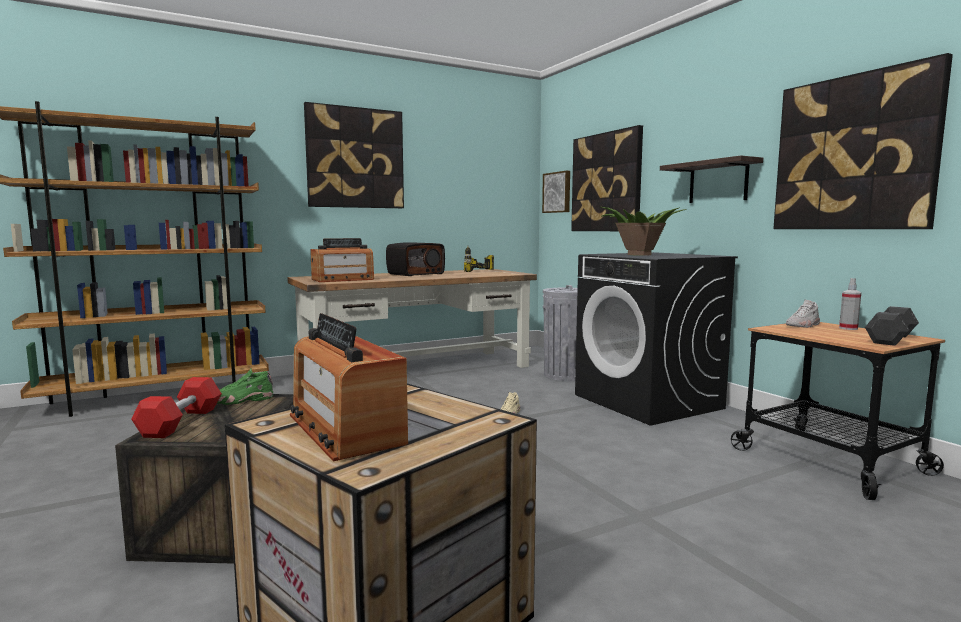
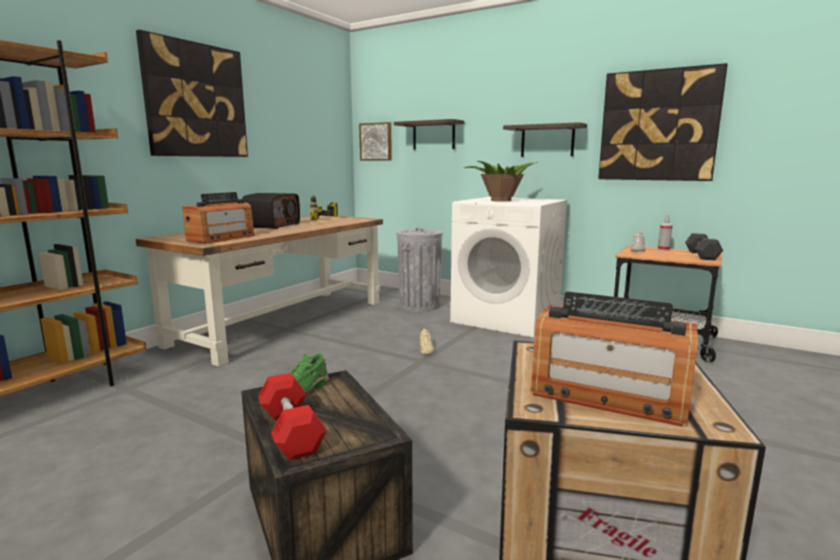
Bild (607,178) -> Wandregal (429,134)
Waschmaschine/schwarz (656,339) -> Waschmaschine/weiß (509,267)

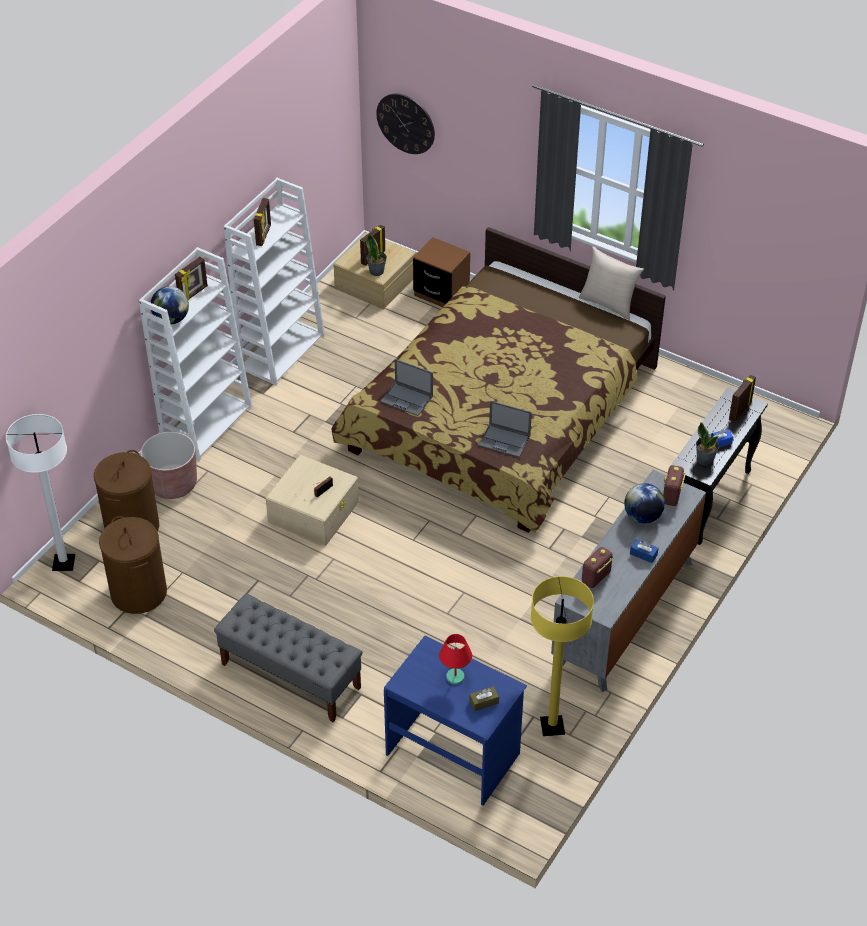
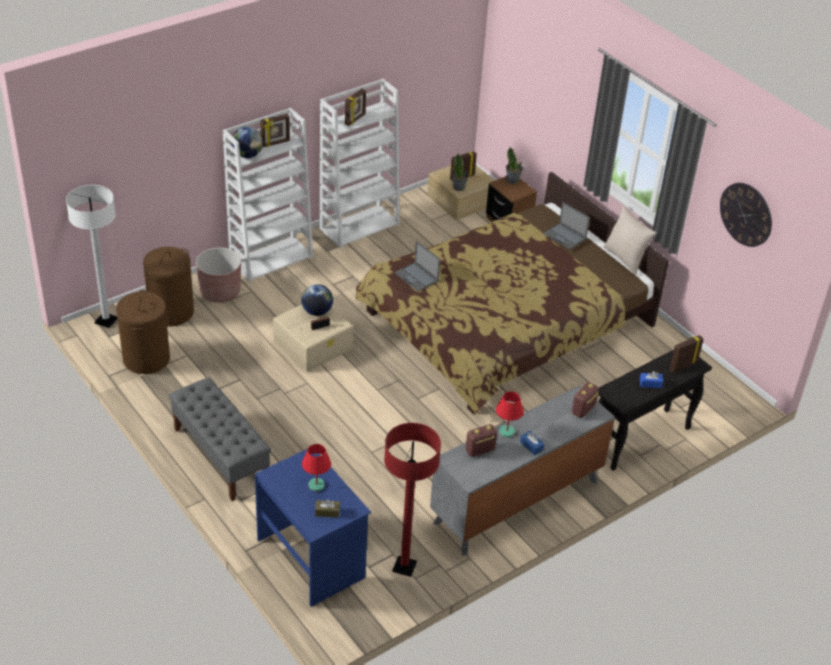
Globus (644,503) -> Globus (317,300), relocated
Stehlampe/gelb (562,656) -> Stehlampe/rot (412,500)
none -> Tischlampe/rot (510,415)
Topfpflanze (707,444) -> Topfpflanze (514,165), relocated
Laptop (505,429) -> Laptop (566,226), relocated
Wanduhr (405,124) -> Wanduhr (746,215), relocated

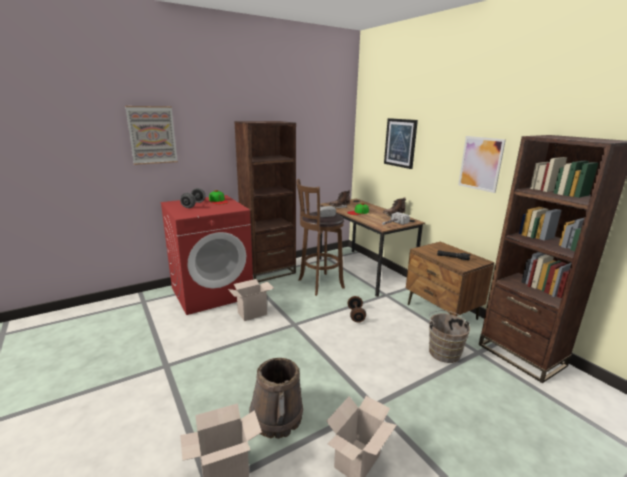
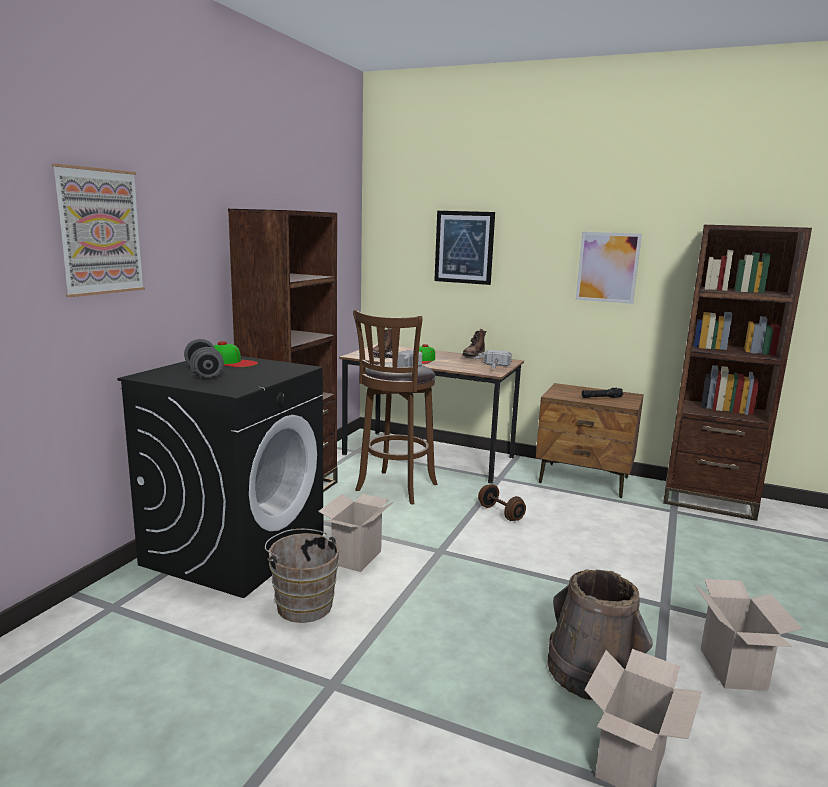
Waschmaschine/rot (207,255) -> Waschmaschine/schwarz (220,477)
Eimer/braun (449,336) -> Eimer/braun (302,576), relocated

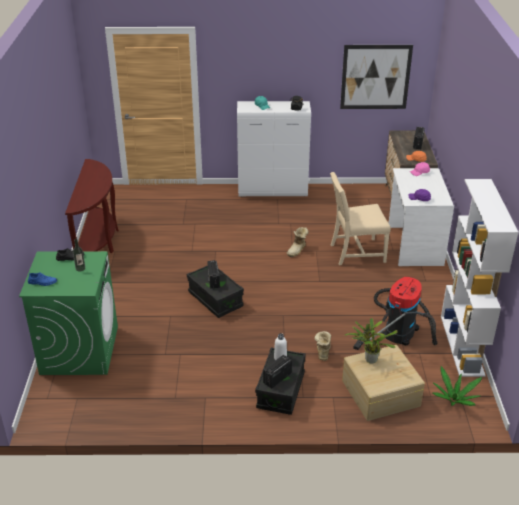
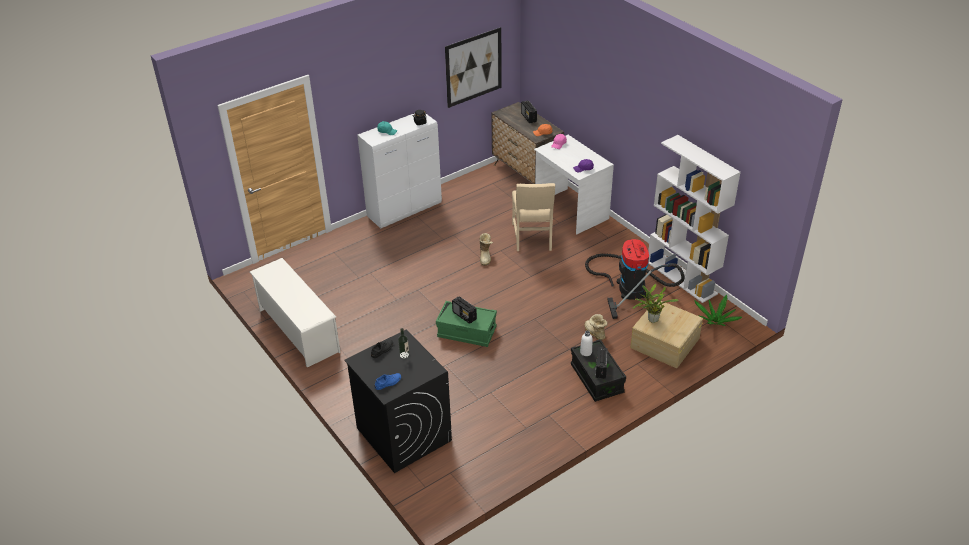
Konsolentisch/braun (92,206) -> Schuhregal/weiß (295,312)
Waschmaschine/grün (68,313) -> Waschmaschine/schwarz (398,401)
Aufbewahrungsbox/schwarz (215,291) -> Aufbewahrungsbox/grün (466,324)
Stuhl/beige (360,218) -> Stuhl/beige (533,217), 45 degrees counterclockwise

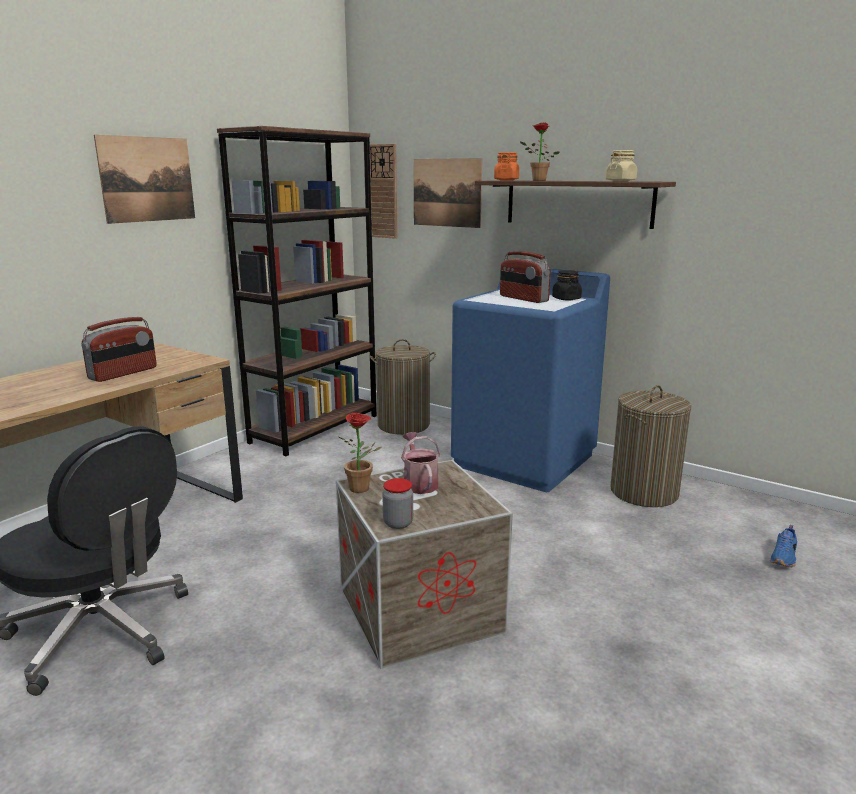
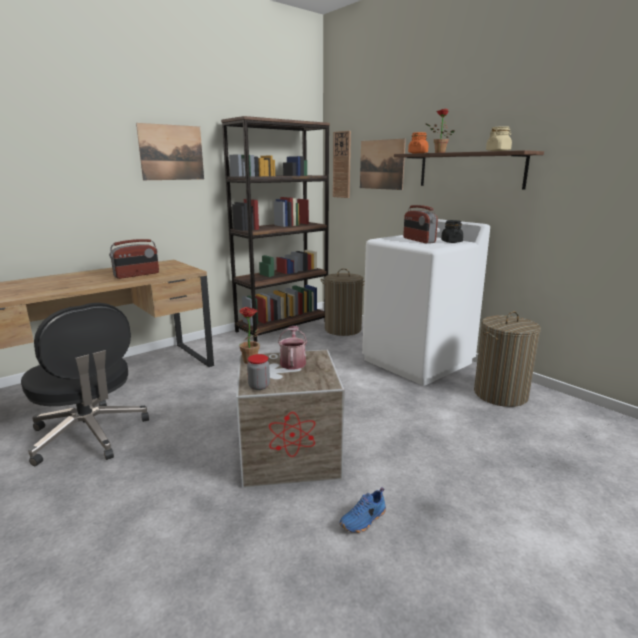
Schuh/blau (783,546) -> Schuh/blau (362,510), relocated
Waschmaschine/blau (530,380) -> Waschmaschine/weiß (426,302)

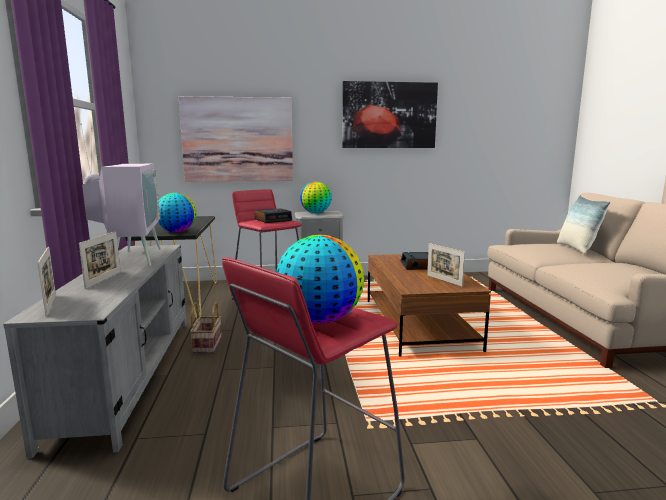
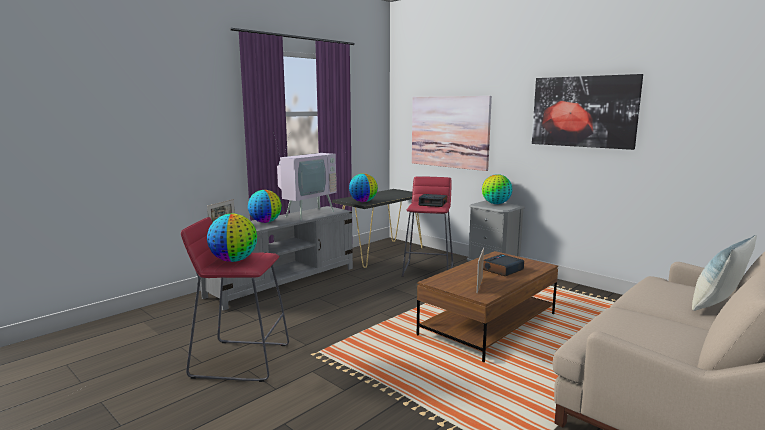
Bilderrahmen (100,260) -> Globus (265,206)
Korb (206,327) -> none

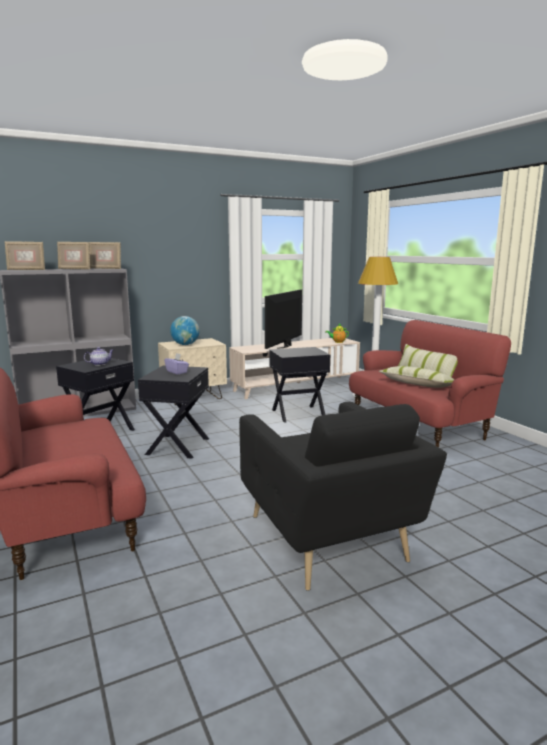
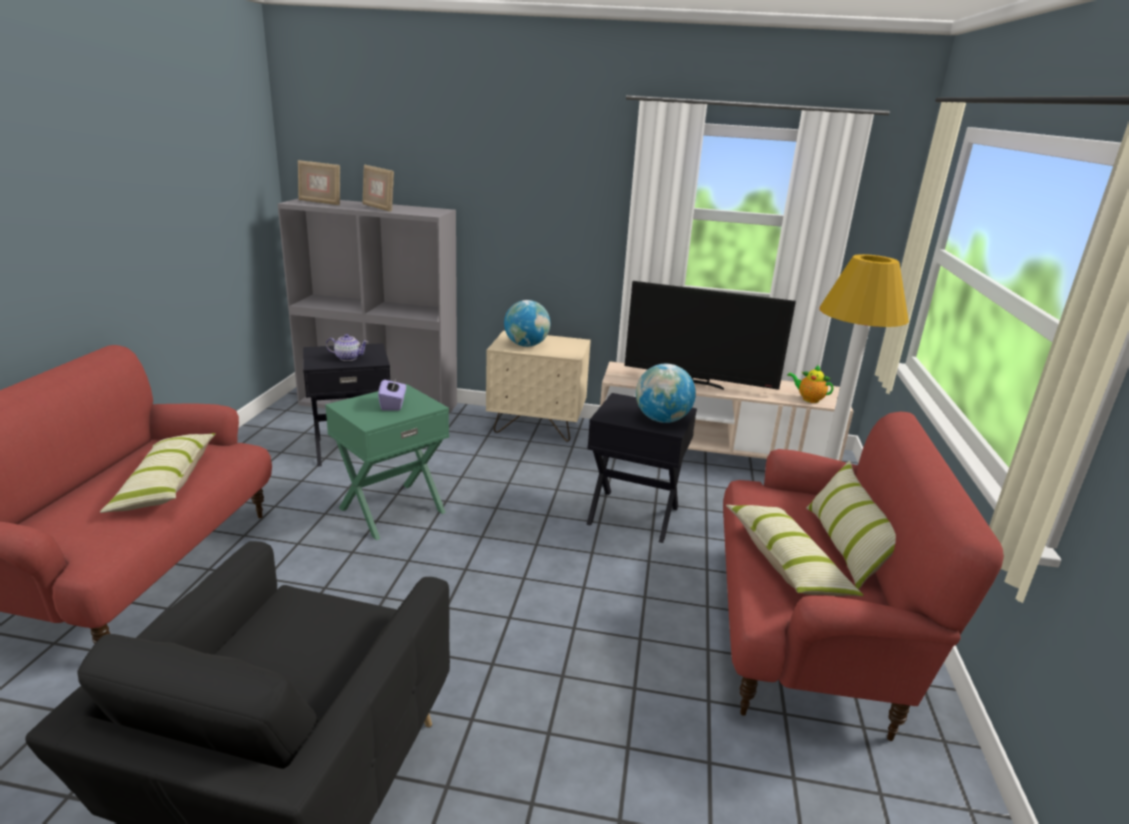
none -> Kissen (157,473)
Beistelltisch/schwarz (173,412) -> Beistelltisch/grün (387,462)
Fernseher (283,319) -> Fernseher (710,335), 135 degrees counterclockwise
none -> Globus (666,393)
Bilderrahmen (105,255) -> none

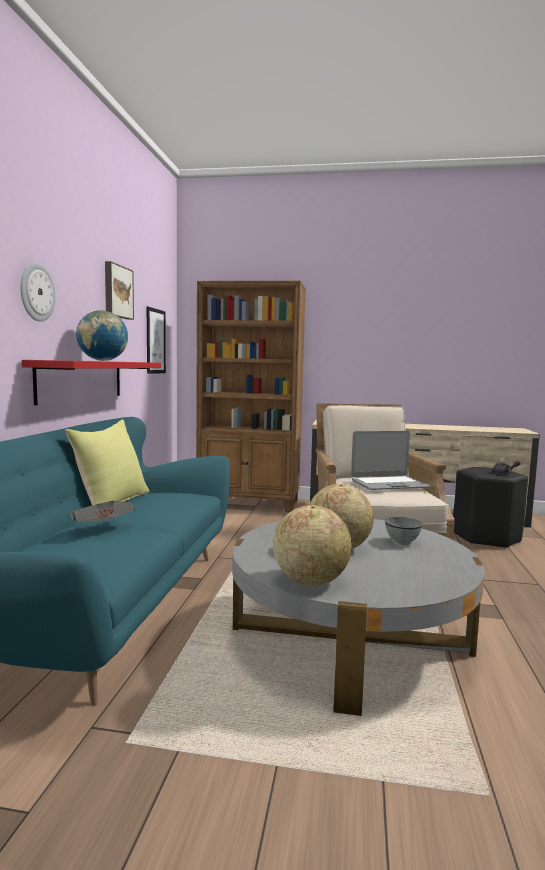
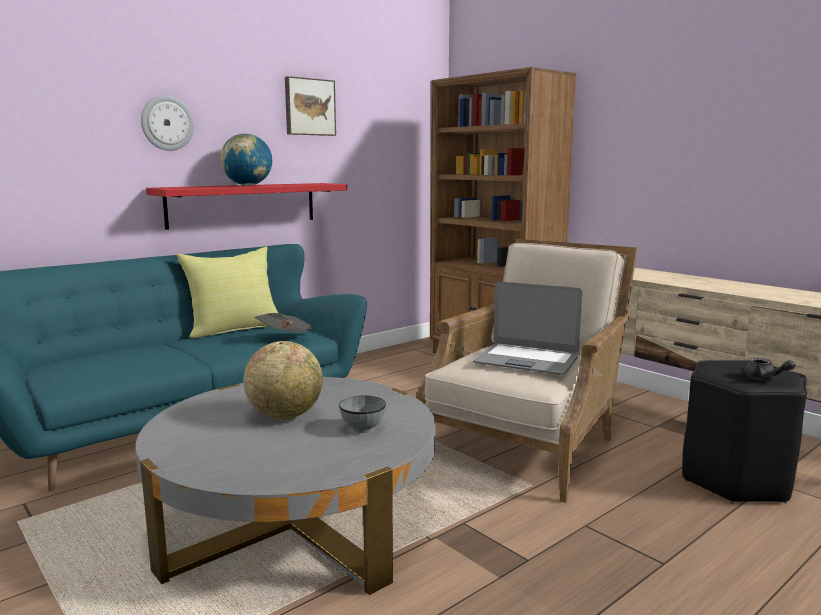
Zeitung (102,511) -> Zeitung (282,322), relocated
Bild (156,340) -> none
Globus (312,545) -> none

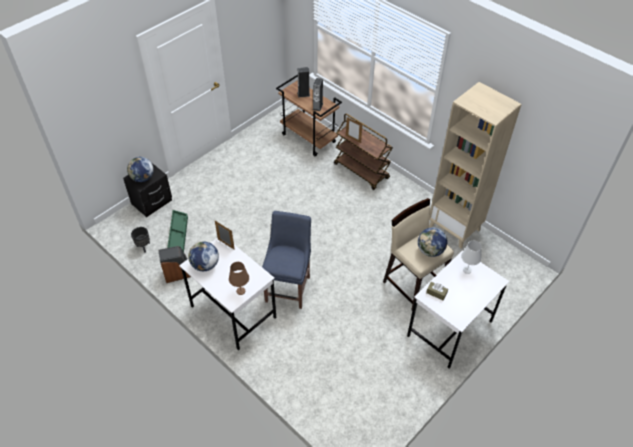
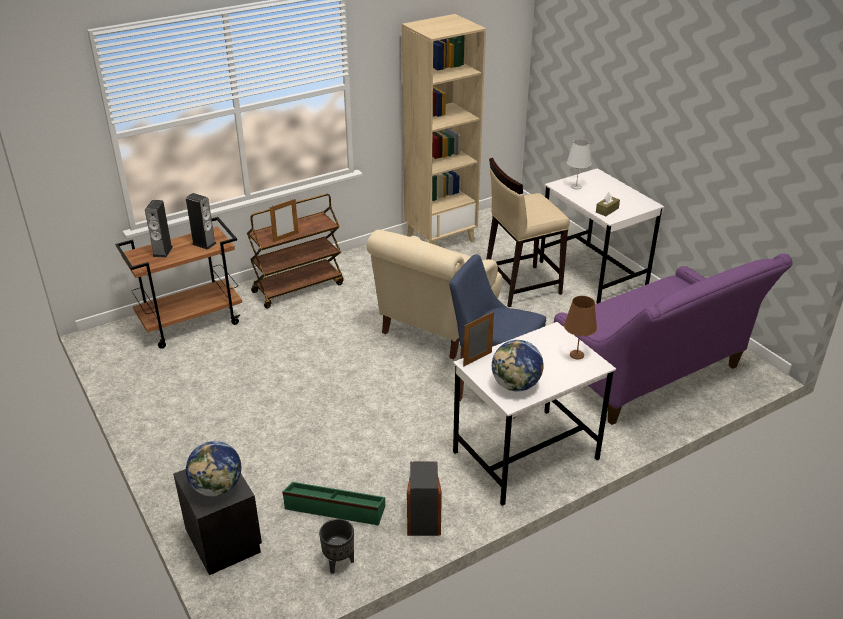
none -> Sessel/beige (434,295)
none -> Sofa/lila (673,339)
Globus (433,242) -> none

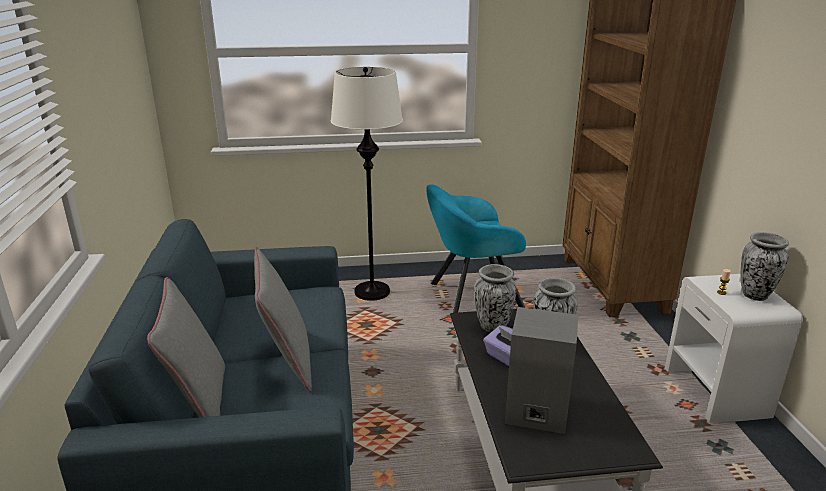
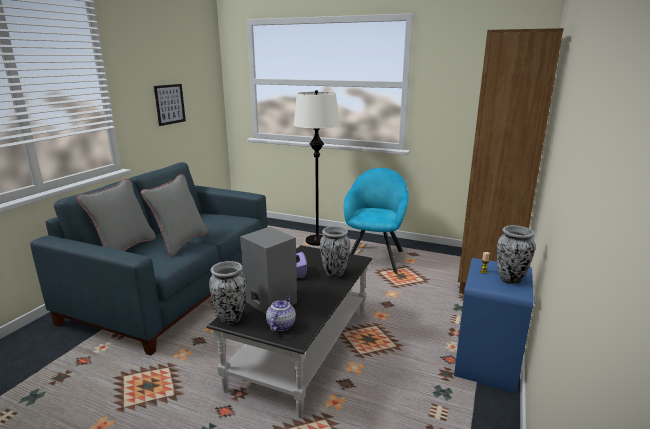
none -> Bild (170,105)
Vase (495,298) -> Vase (228,292), relocated
none -> Teekanne (281,313)
Sessel/türkis (476,248) -> Sessel/türkis (376,221), 90 degrees clockwise
Nachttisch/weiß (734,348) -> Nachttisch/blau (494,325)

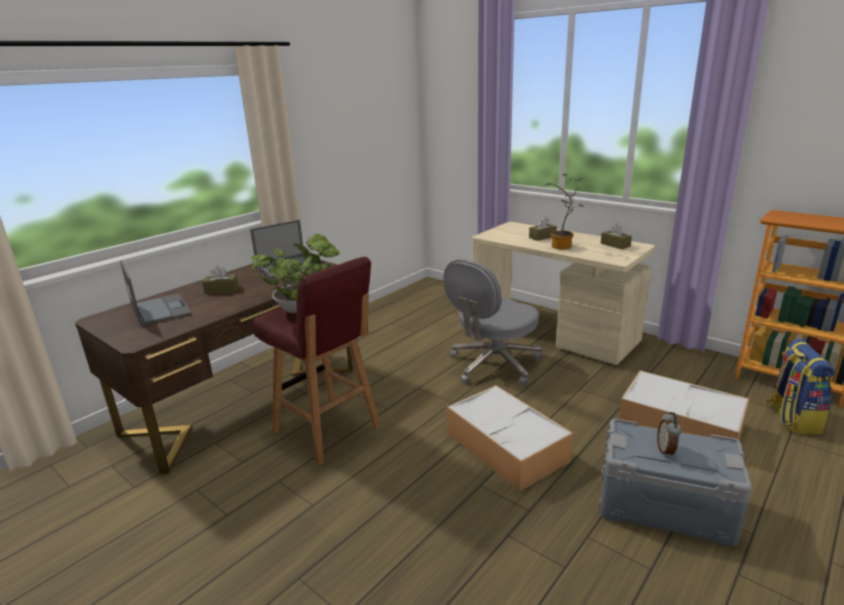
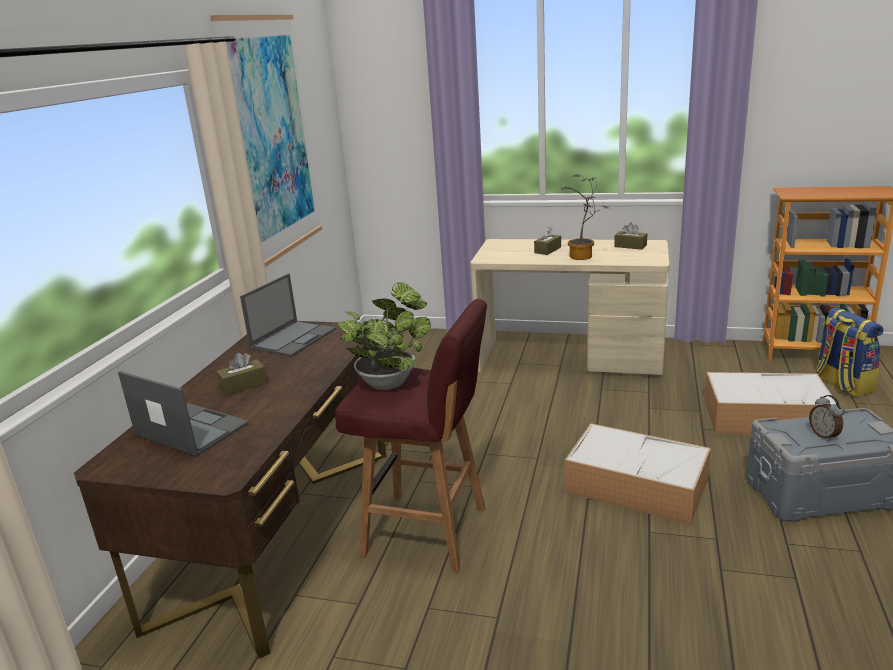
none -> Bild (266,141)
Bürostuhl/grau (492,322) -> none

